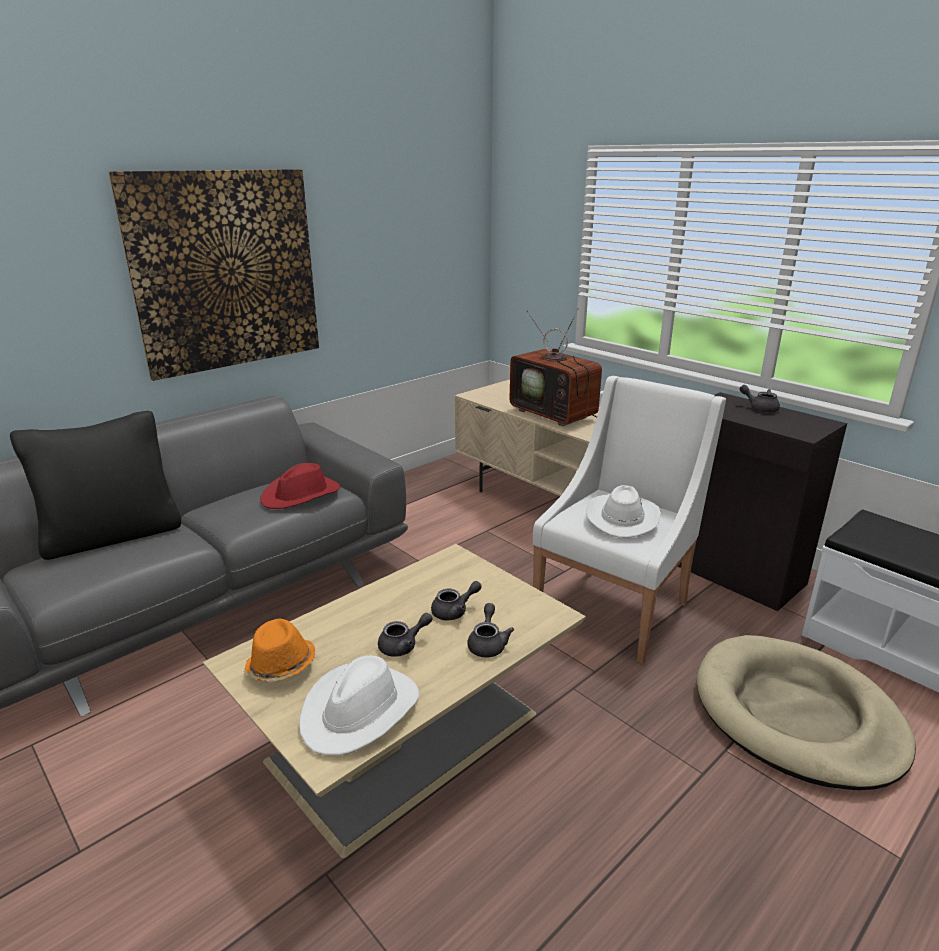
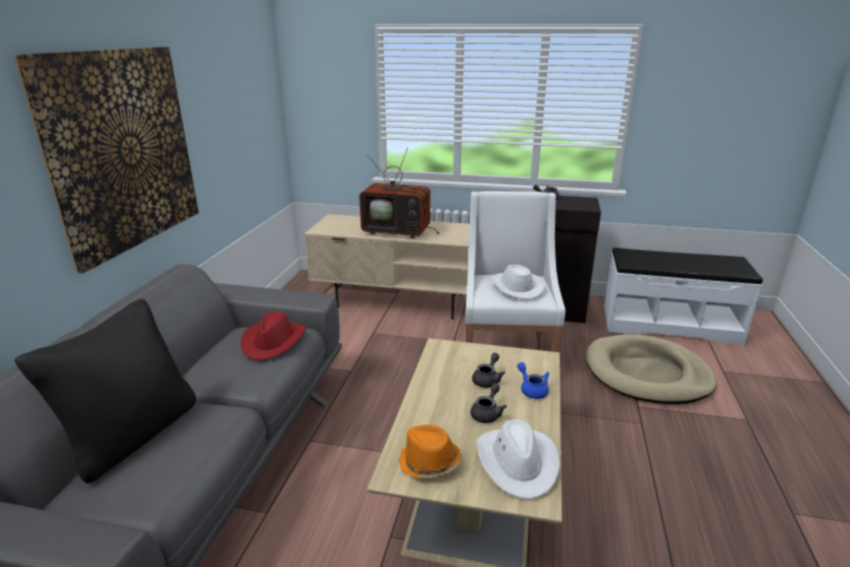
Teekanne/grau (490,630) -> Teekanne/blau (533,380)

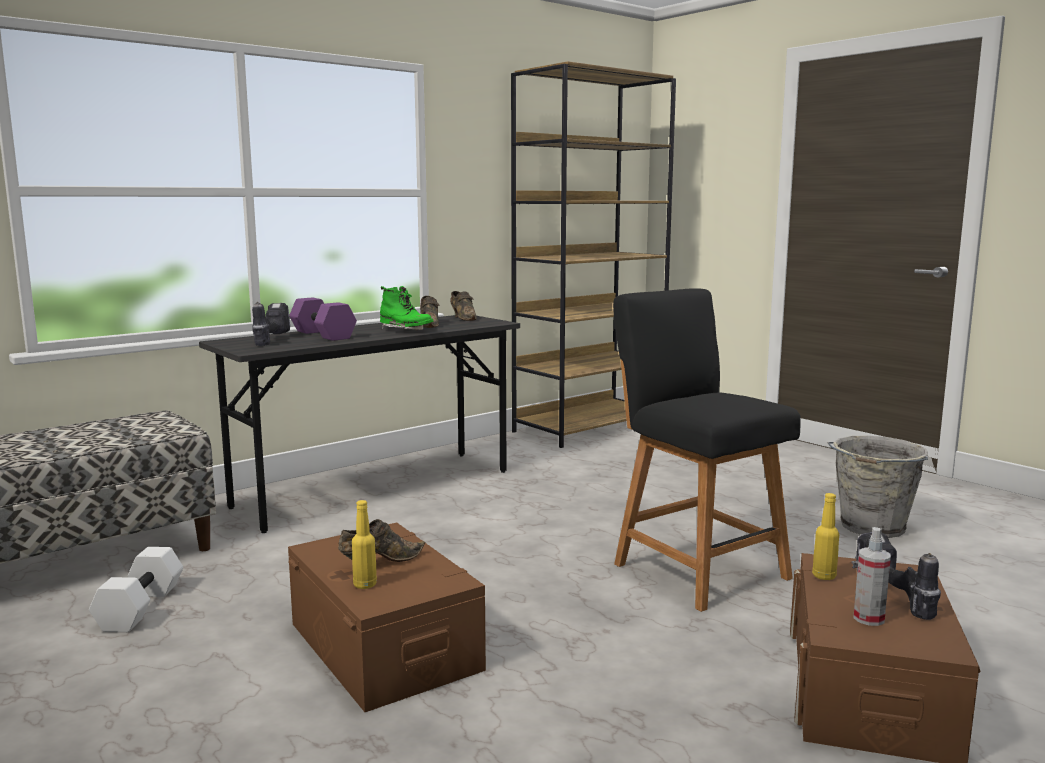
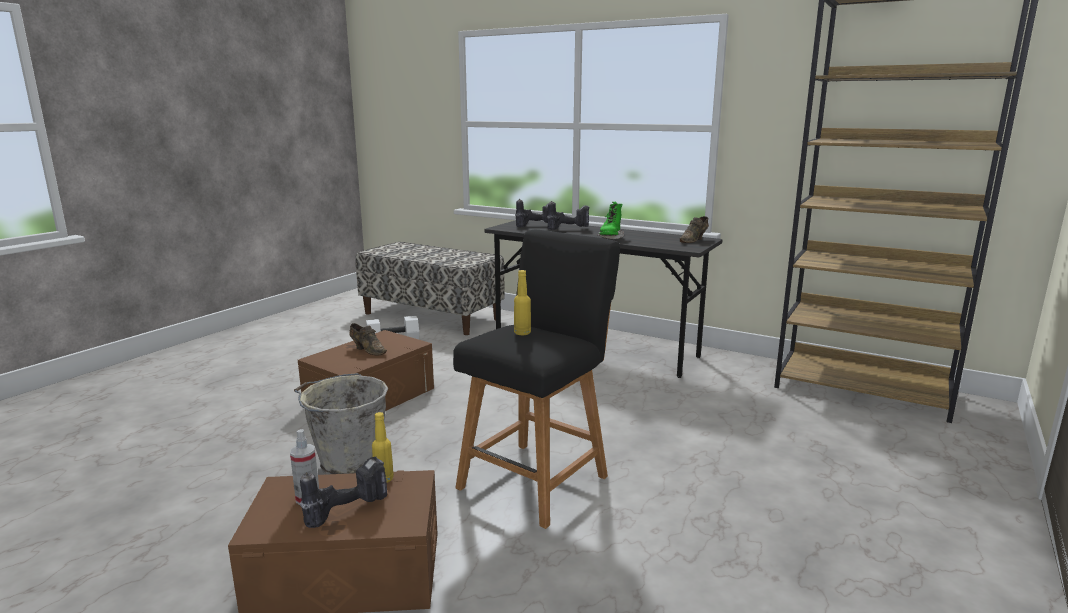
Eimer/grau (878,486) -> Eimer/grau (341,424), relocated
Flasche/gelb (364,544) -> Flasche/gelb (522,302), relocated
Hantel/lila (323,319) -> Bohrmaschine (568,215)
Schuh/braun (429,312) -> none

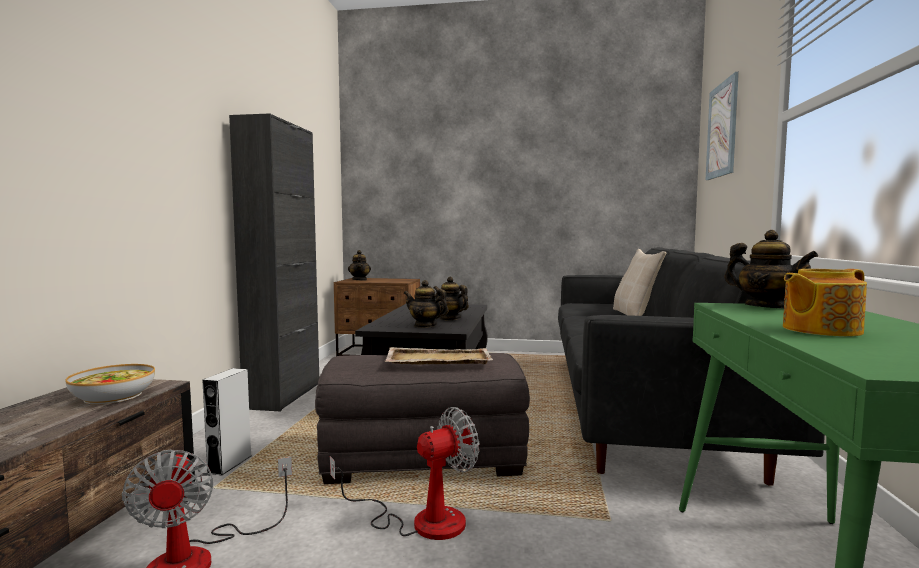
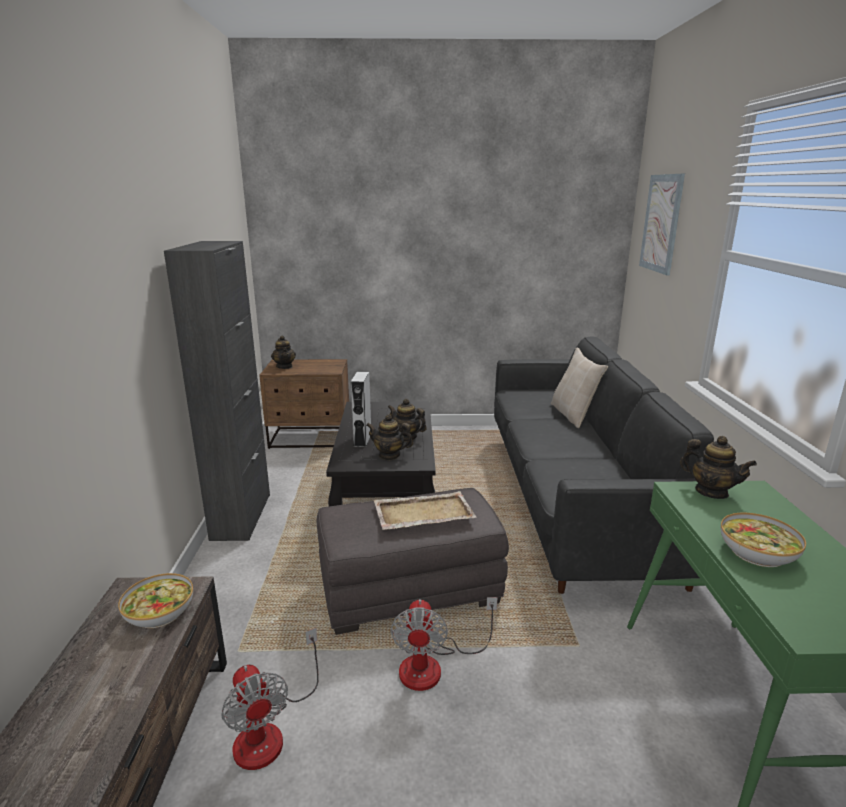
Lautsprecher/grau (226,422) -> Lautsprecher/grau (361,409), relocated
Ventilator (404,473) -> Ventilator (444,644), 135 degrees clockwise
Teekanne (825,303) -> Schüssel (763,540)

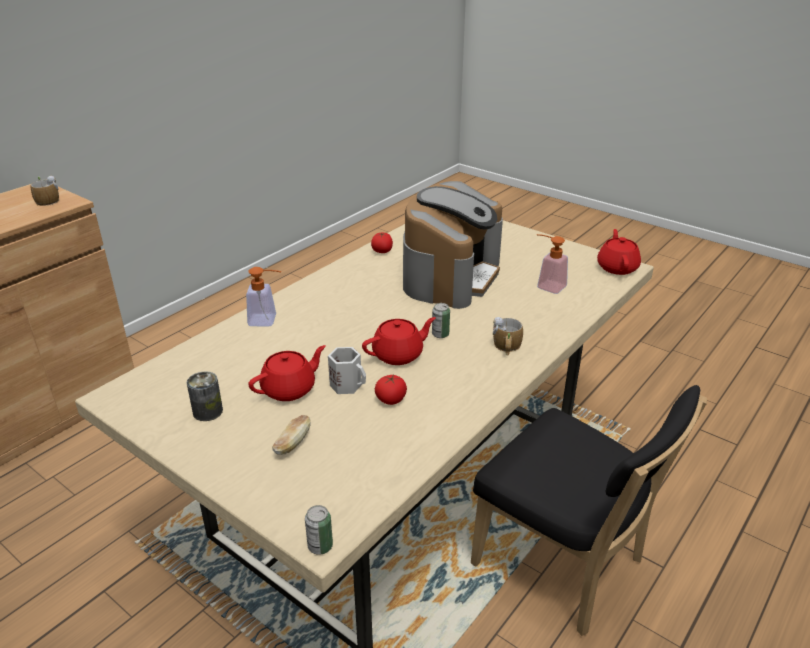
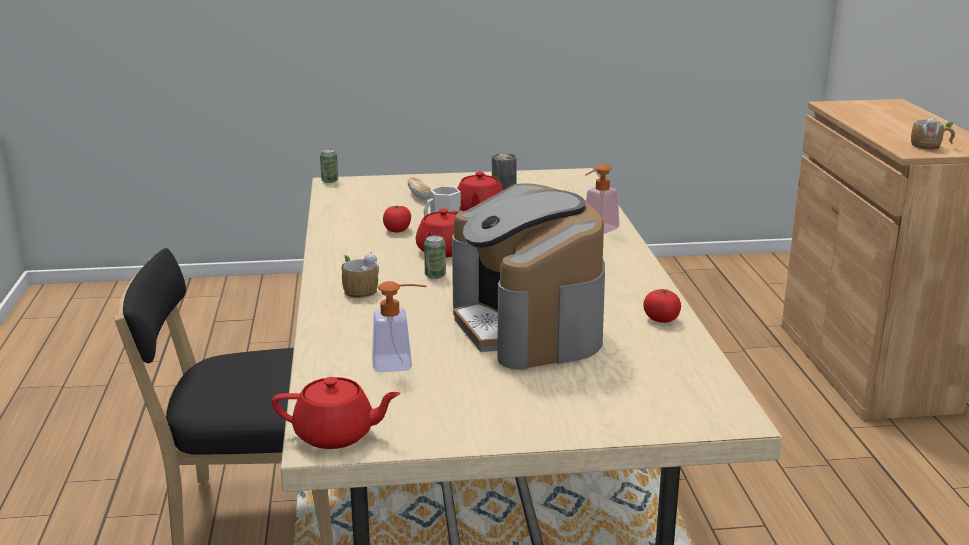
Teekanne/rot (619,252) -> Teekanne/rot (336,413), 45 degrees counterclockwise

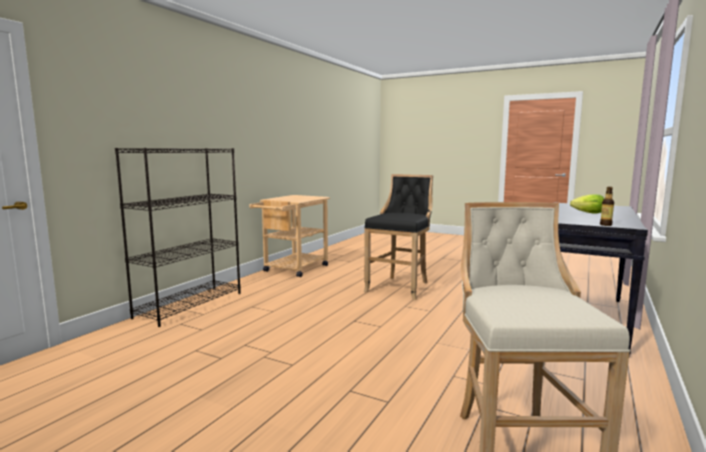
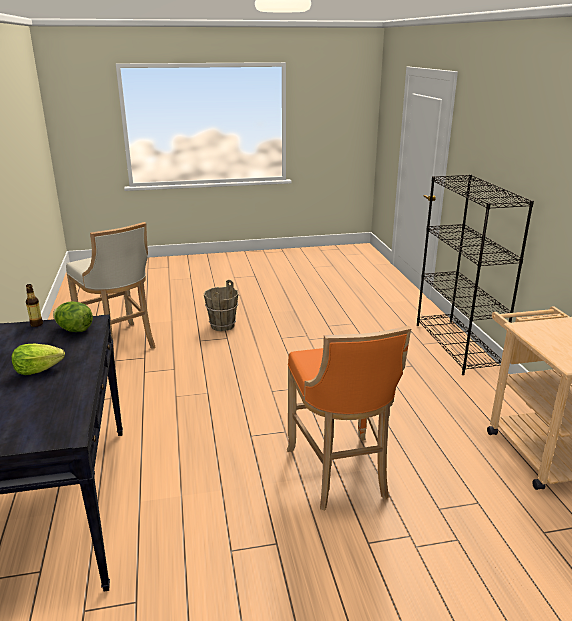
none -> Salatkopf (73,316)
none -> Eimer/braun (221,305)
Hocker/schwarz (398,237) -> Hocker/orange (349,418)

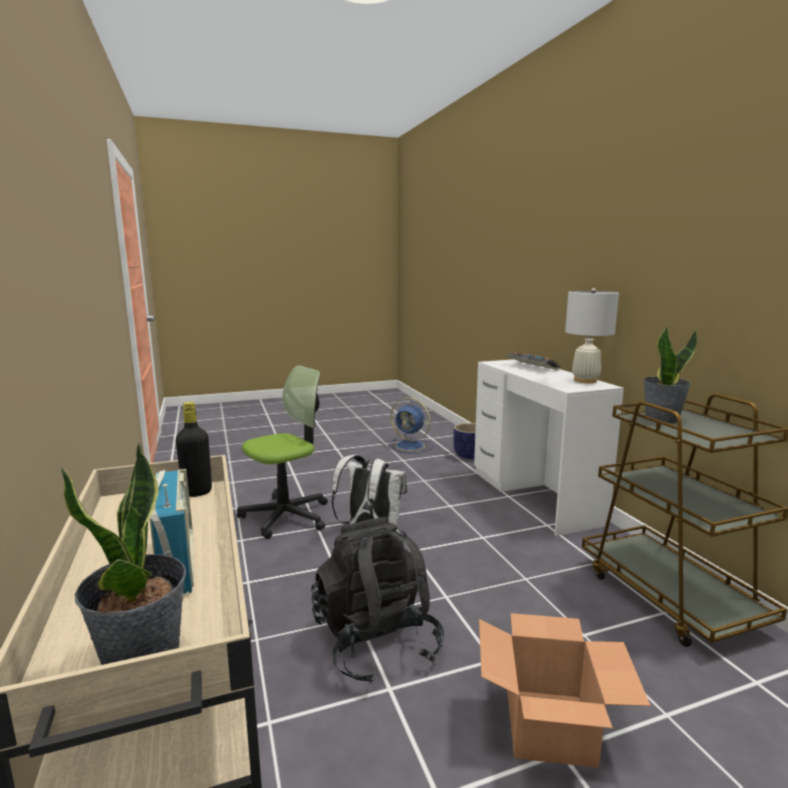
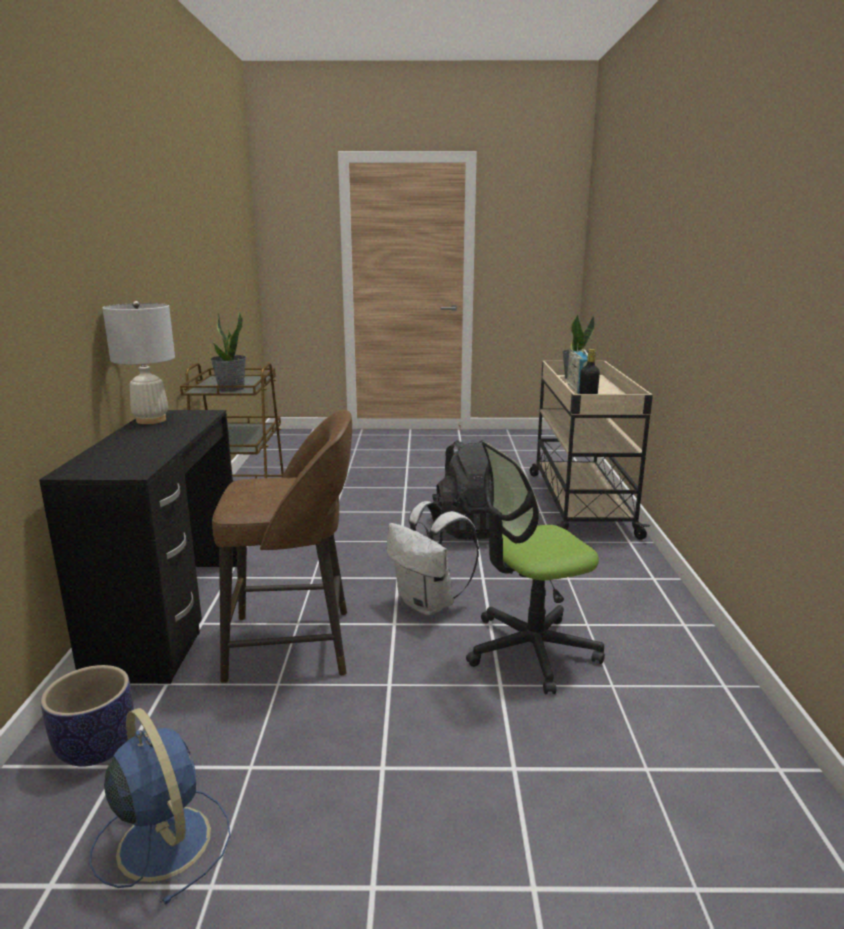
Schreibtisch/weiß (549,447) -> Schreibtisch/schwarz (138,547)
none -> Hocker/braun (282,546)
Karton (565,690) -> none
Tastatur (533,361) -> none

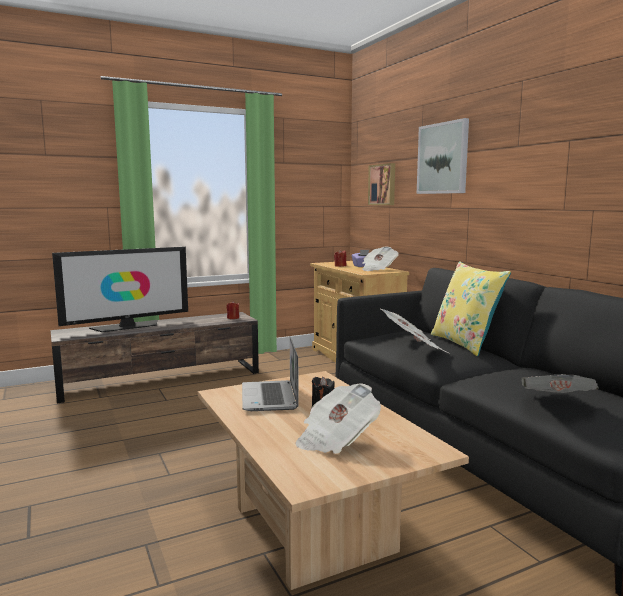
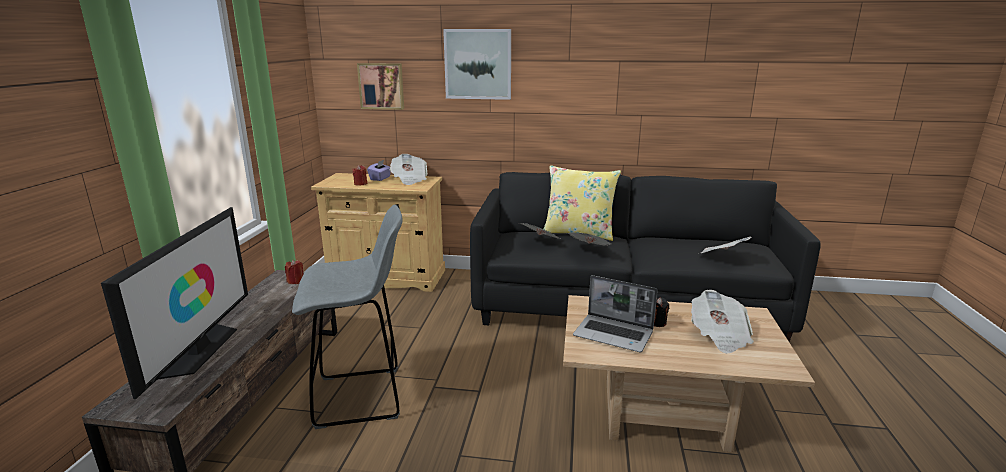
none -> Hocker/grau (347,317)

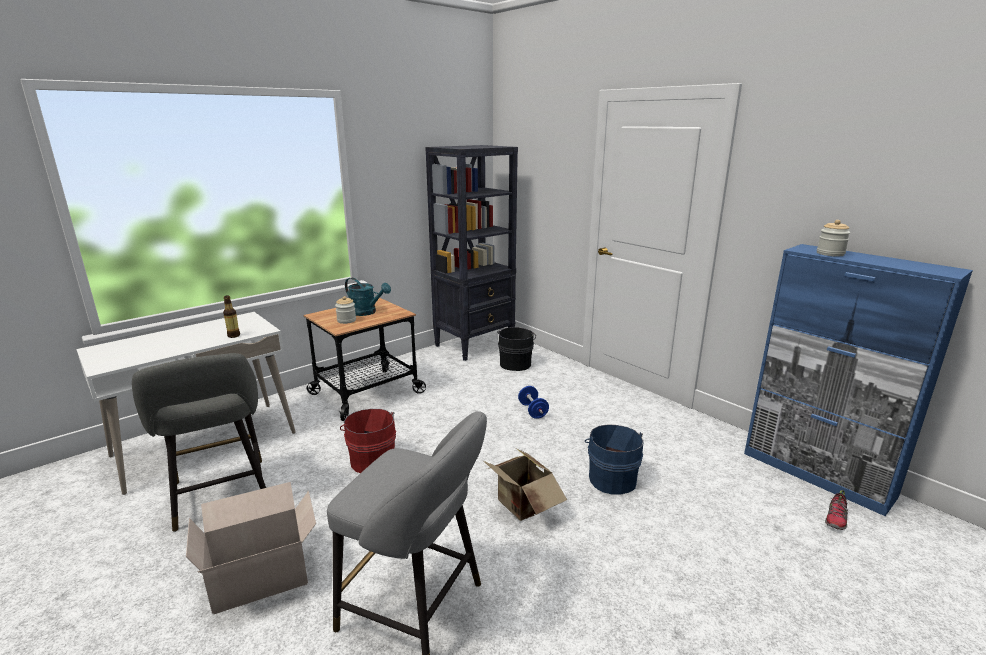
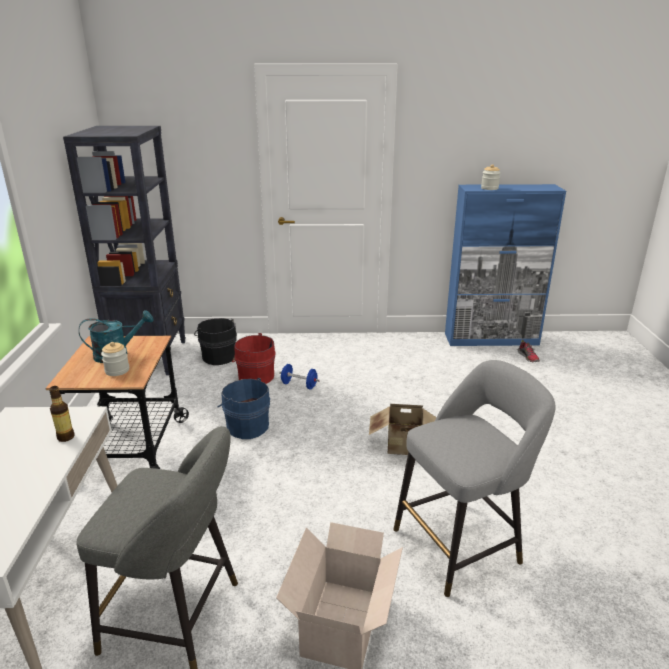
Eimer/blau (614,459) -> Eimer/blau (244,408), relocated
Eimer/rot (368,441) -> Eimer/rot (254,358), relocated

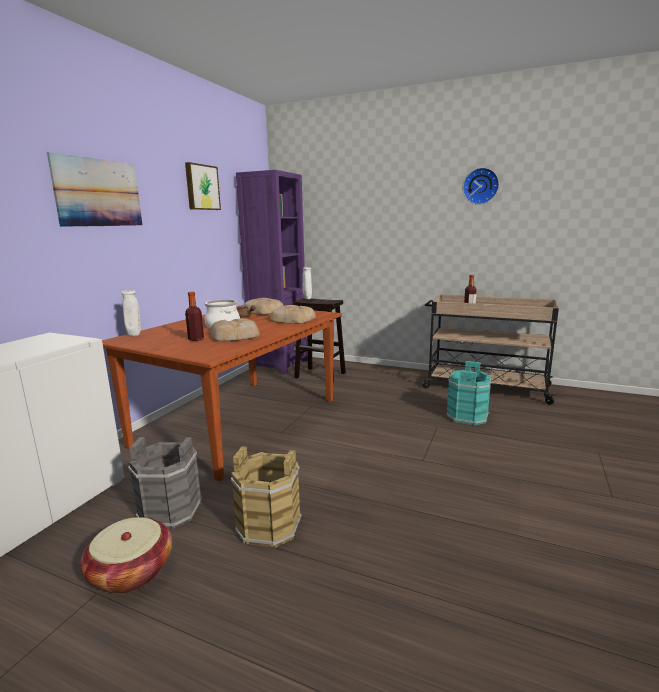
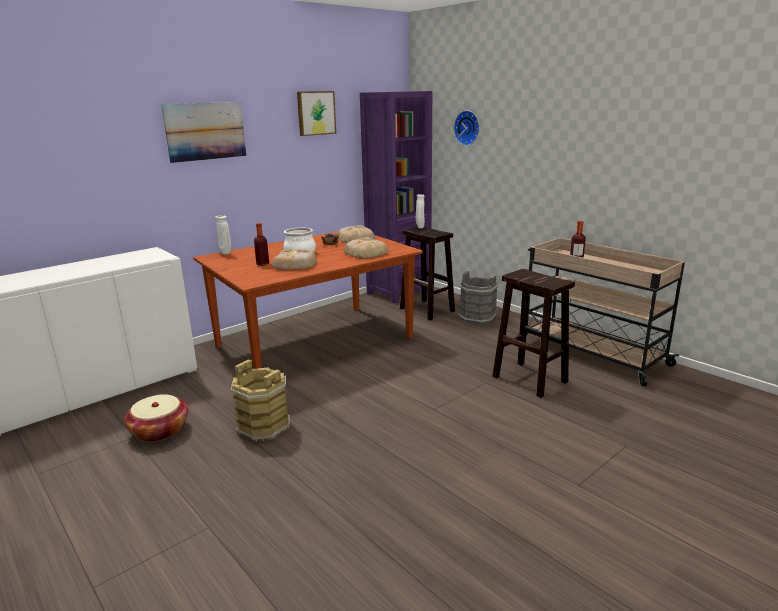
Wanduhr (481,186) -> Wanduhr (467,128), relocated
Eimer/grau (165,483) -> Eimer/grau (478,297), relocated
Eimer/türkis (469,393) -> Hocker/braun (533,333)

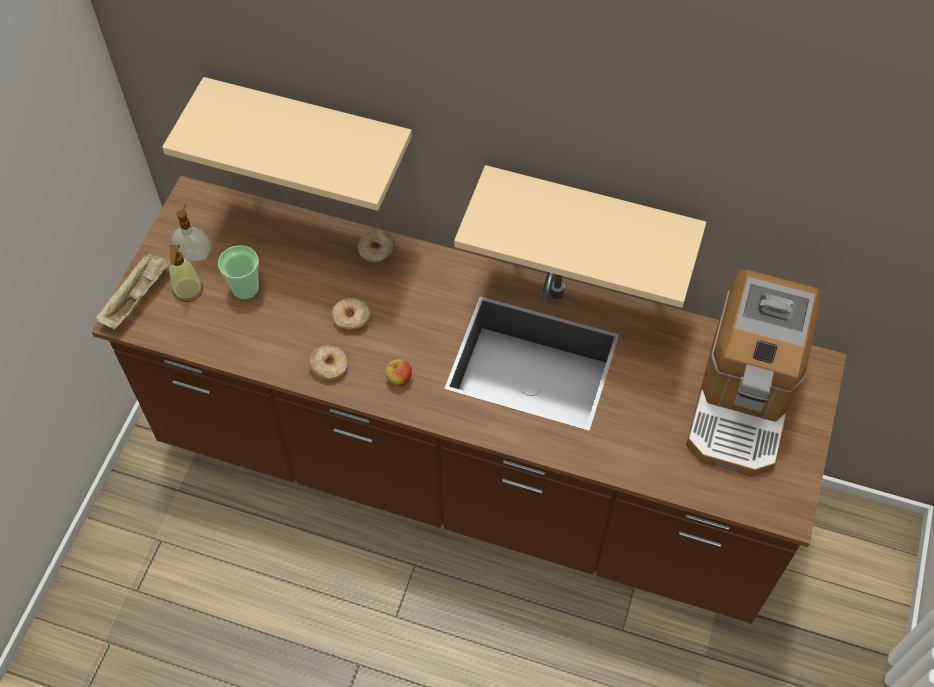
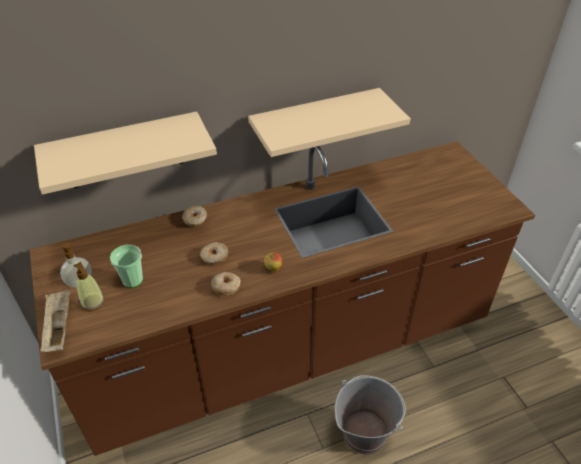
none -> Eimer/grau (370,415)
Kaffeemaschine (754,373) -> none

